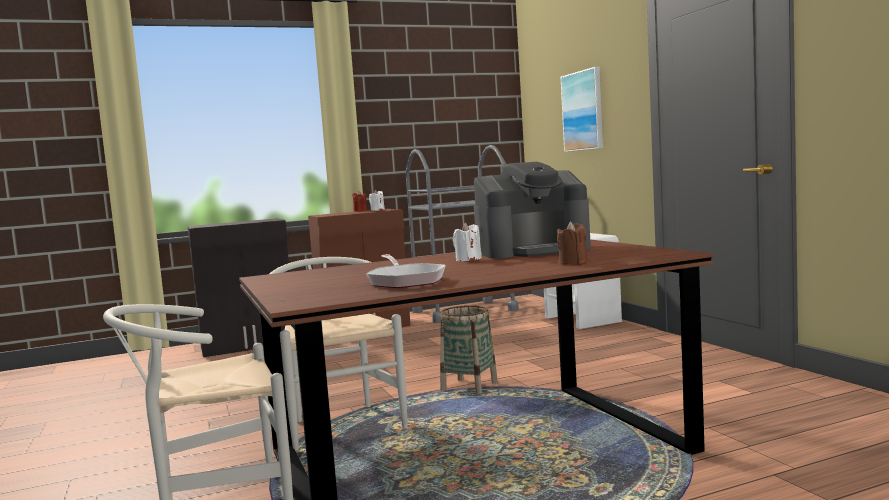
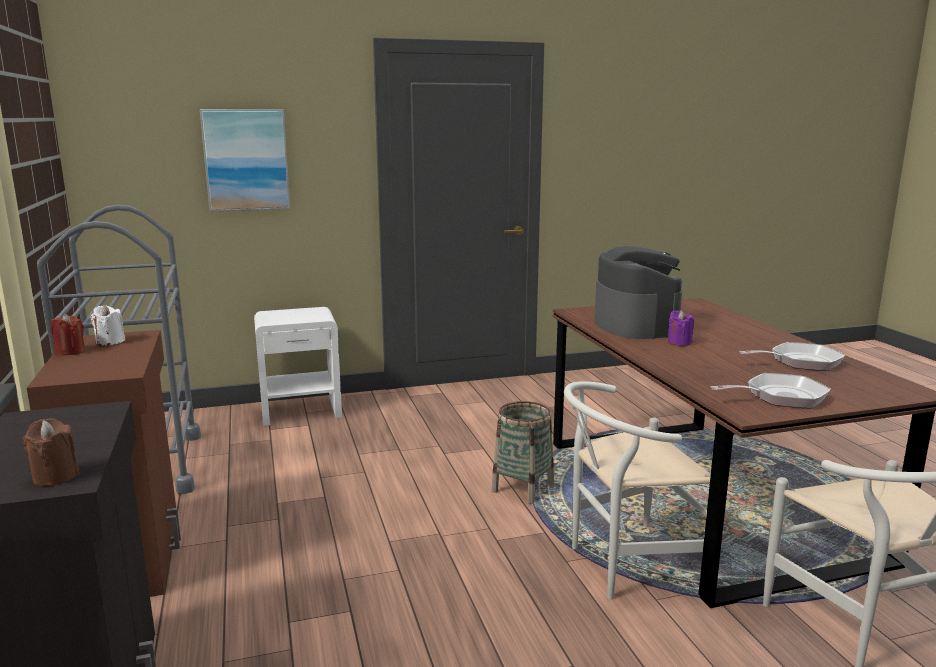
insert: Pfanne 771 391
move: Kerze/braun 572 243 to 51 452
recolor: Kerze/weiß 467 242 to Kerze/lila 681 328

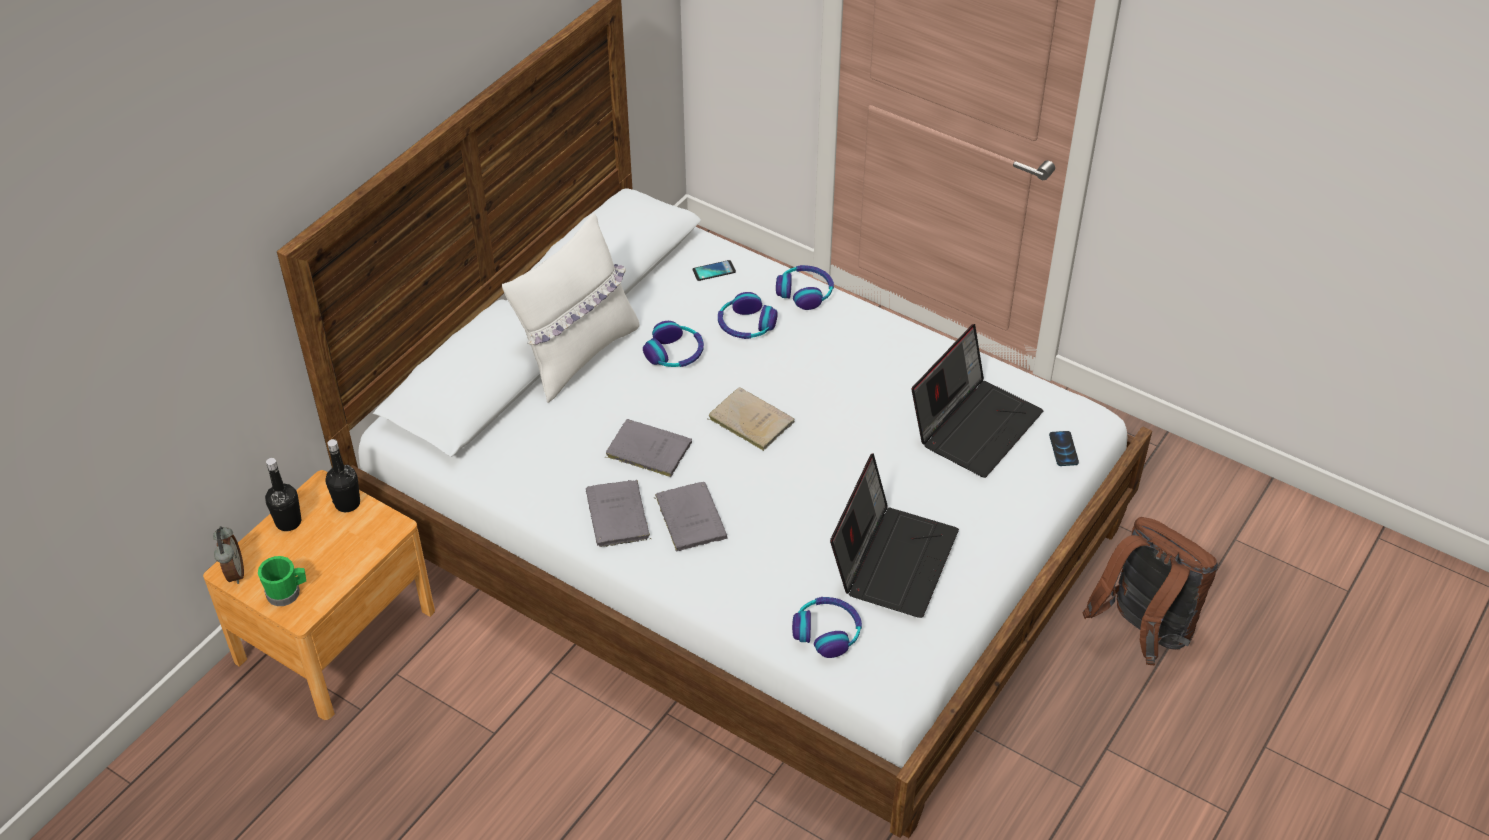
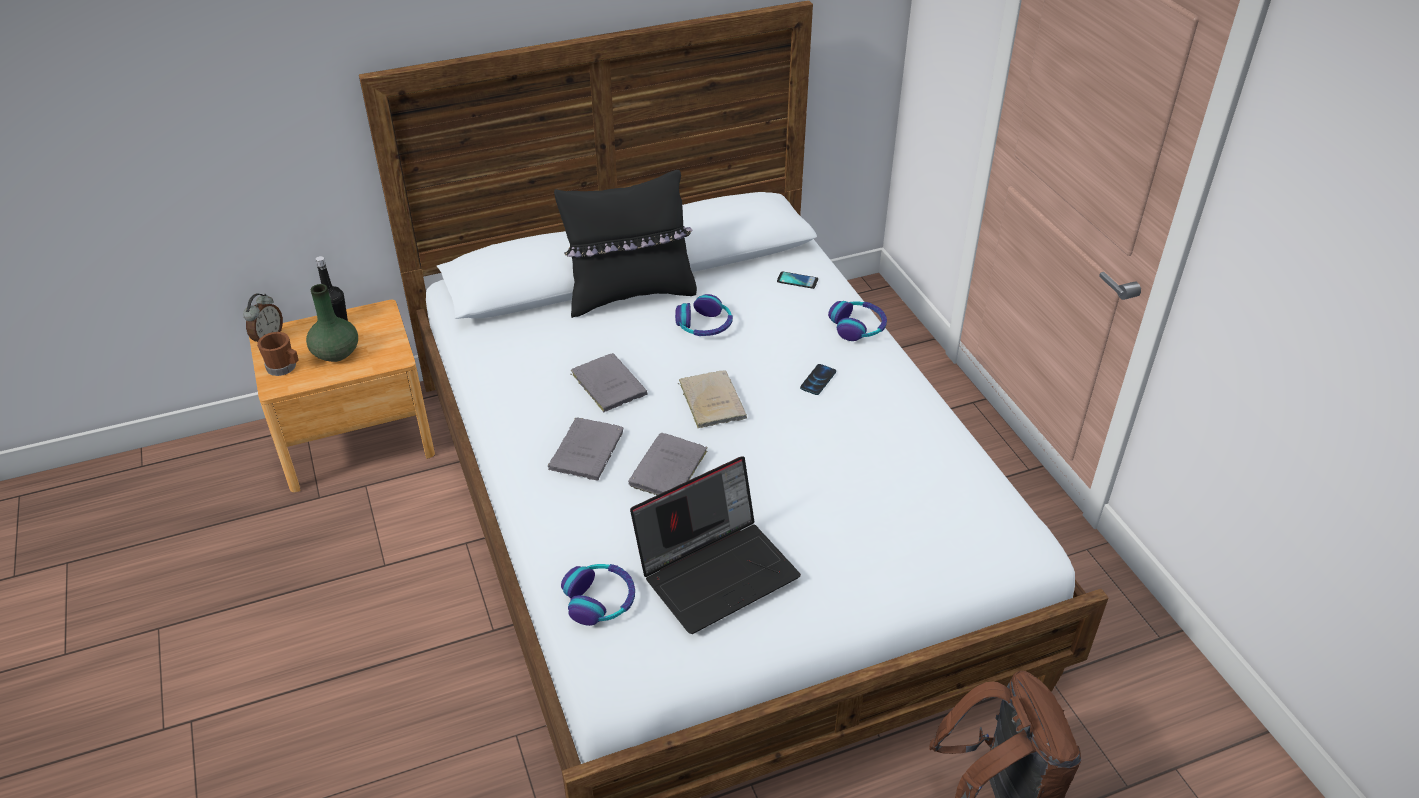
delete: Kopfhörer 748 315; Laptop 977 401; Flasche/schwarz 342 475
insert: Vase/grün 332 323
move: Handy 1064 448 to 818 379; Buch/grau 618 513 to 667 464
recolor: Kissen/weiß 570 308 to Kissen/schwarz 625 244; Henkelbecher/grün 282 581 to Henkelbecher/braun 277 354

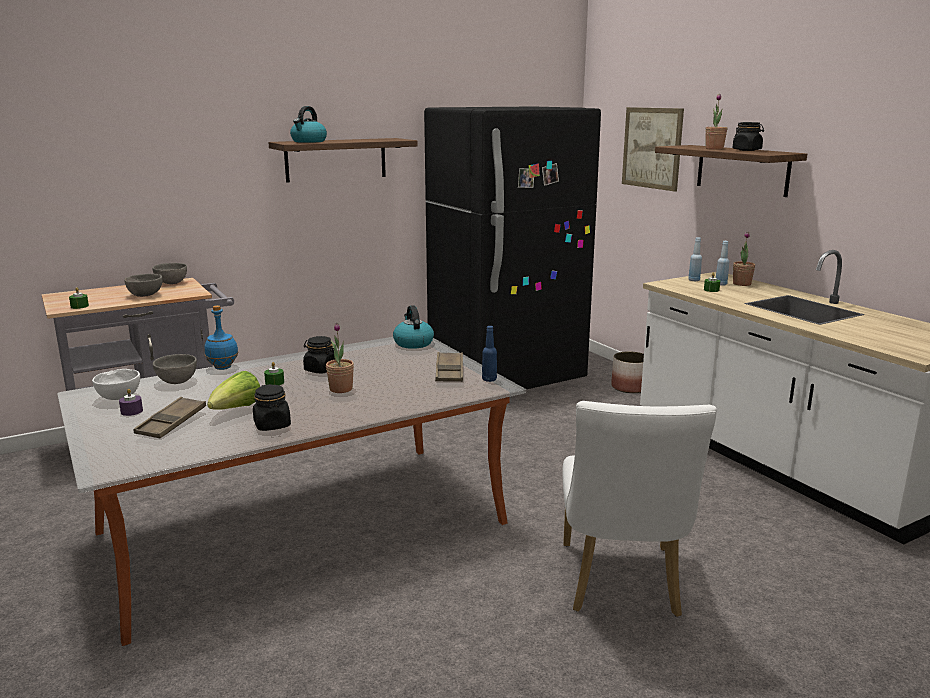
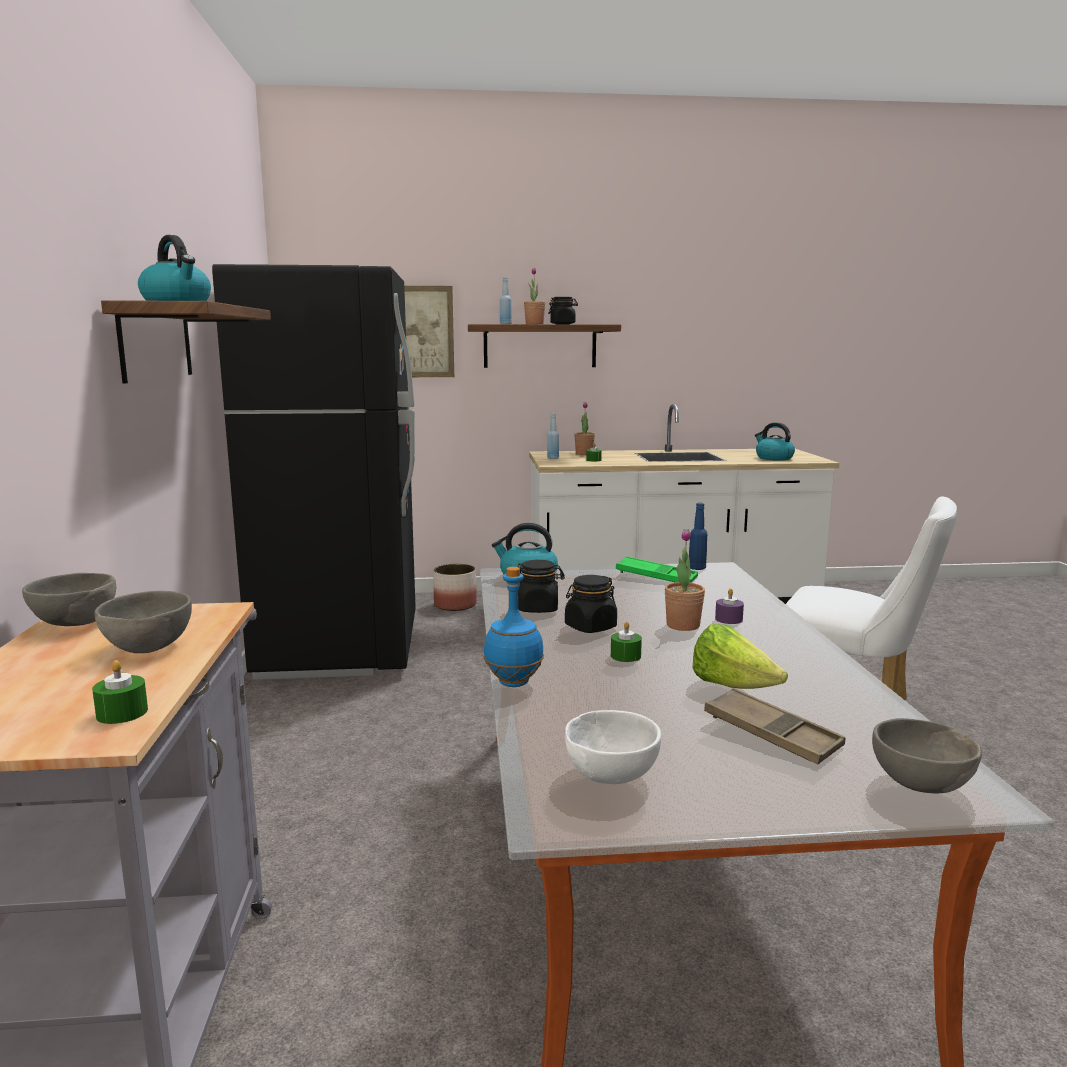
insert: Wasserkessel 775 441
move: Flasche/blau 722 263 to 506 300; Schüssel/grau 175 369 to 927 755; Vorratsglas/schwarz 272 407 to 541 586; Kerze/lila 131 402 to 729 606
recolor: Tablett/braun 449 367 to Tablett/grün 657 569

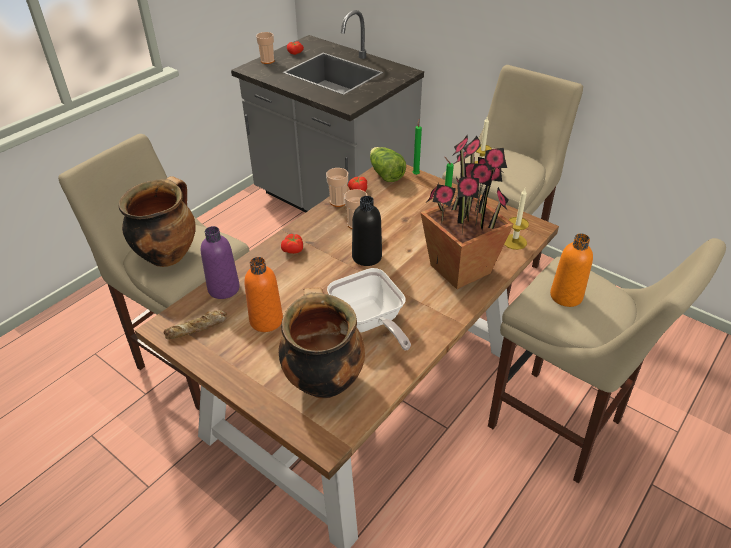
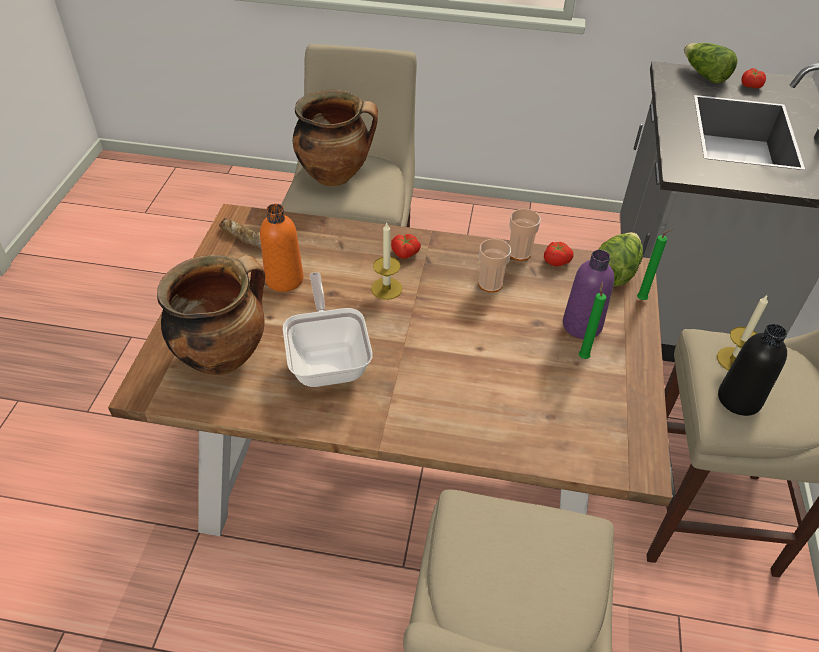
delete: Topfpflanze 467 212; Flasche/orange 571 270
move: Kerze 516 219 to 387 261; Flasche/schwarz 367 231 to 752 370; Flasche/lila 220 262 to 588 294
replace: Tasse 265 48 to Salatkopf 710 63
rotate: Pfanne 369 309 = 327 329 135 degrees clockwise

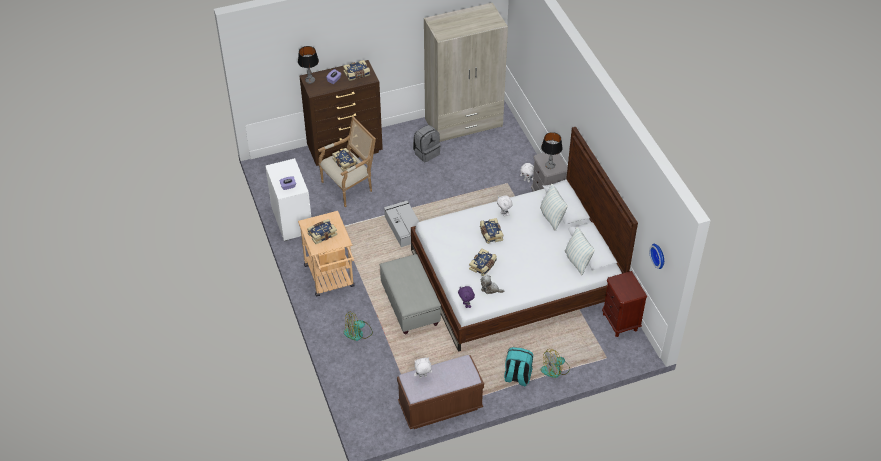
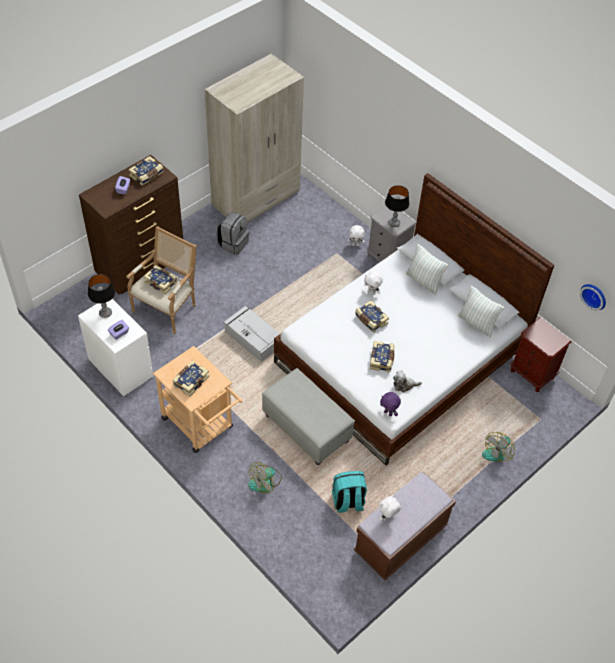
move: Tischlampe 308 65 to 101 296; Rucksack/türkis 518 366 to 349 492

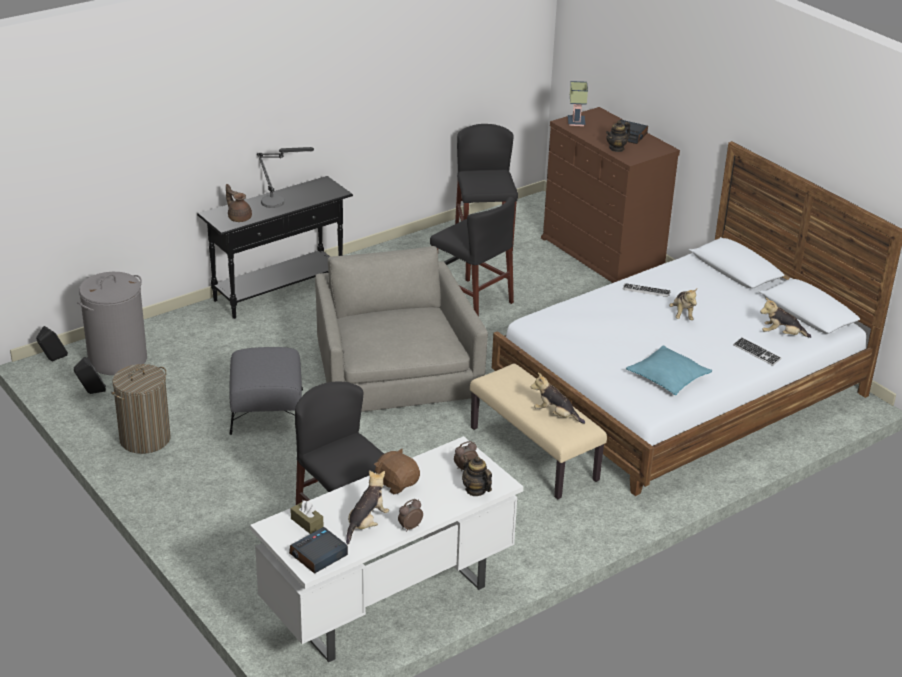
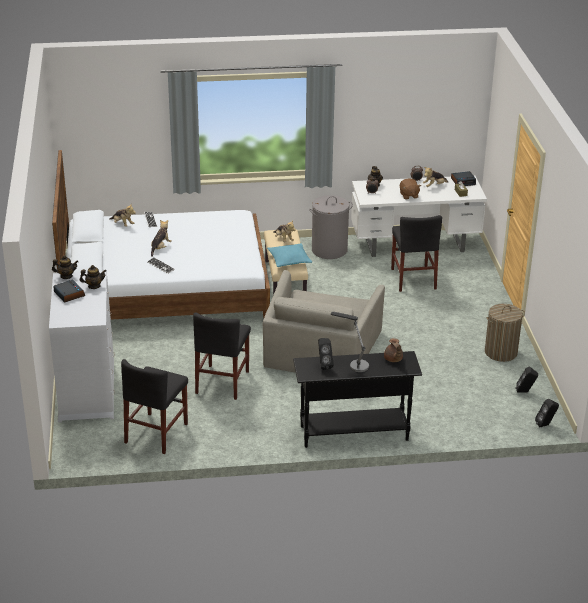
delete: Tischlampe 578 103; Polsterhocker/grau 266 391
insert: Teekanne 65 267; Lautsprecher/schwarz 326 354
move: Wäschekorb/grau 112 323 to 331 227; Kissen/türkis 669 370 to 289 255
recolor: Kommode/braun 610 195 to Kommode/weiß 82 347
rotate: Stuhl/schwarz 472 257 = 222 356 150 degrees counterclockwise

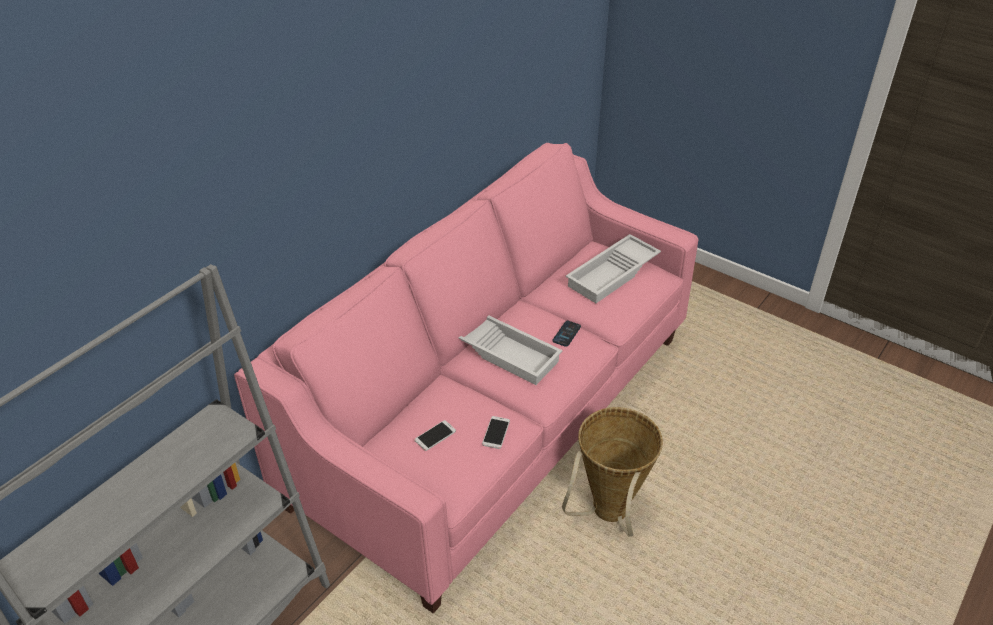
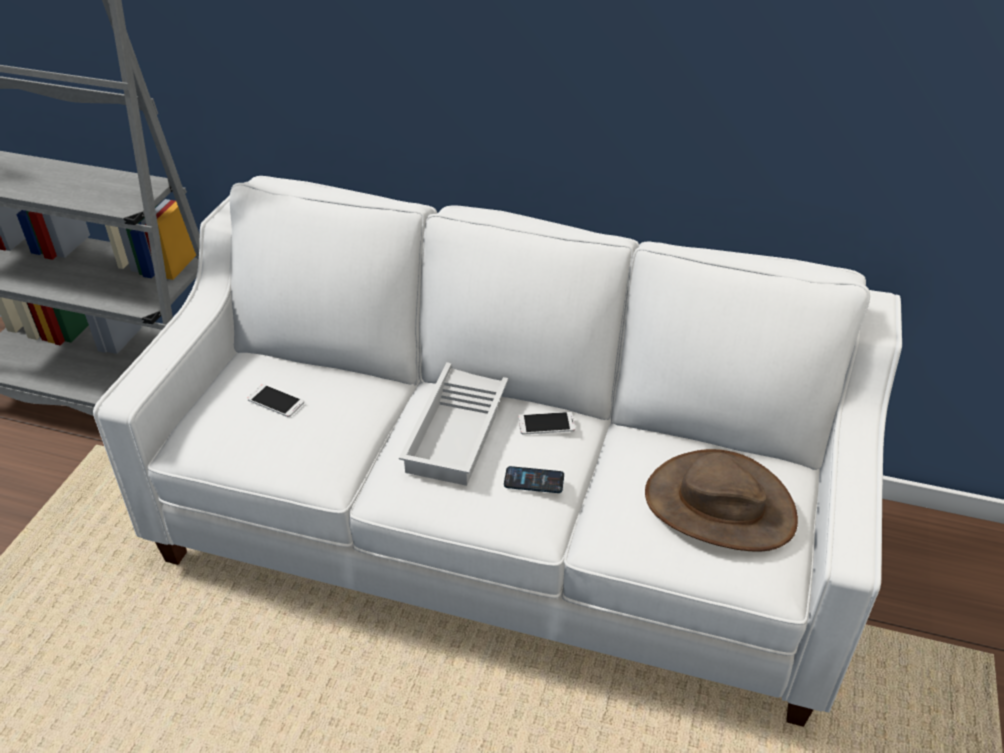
delete: Korb 612 472
move: Handy 496 432 to 547 423
replace: Tablett/weiß 613 268 to Hut/braun 721 500
recolor: Sofa/rosa 466 378 to Sofa/weiß 497 451

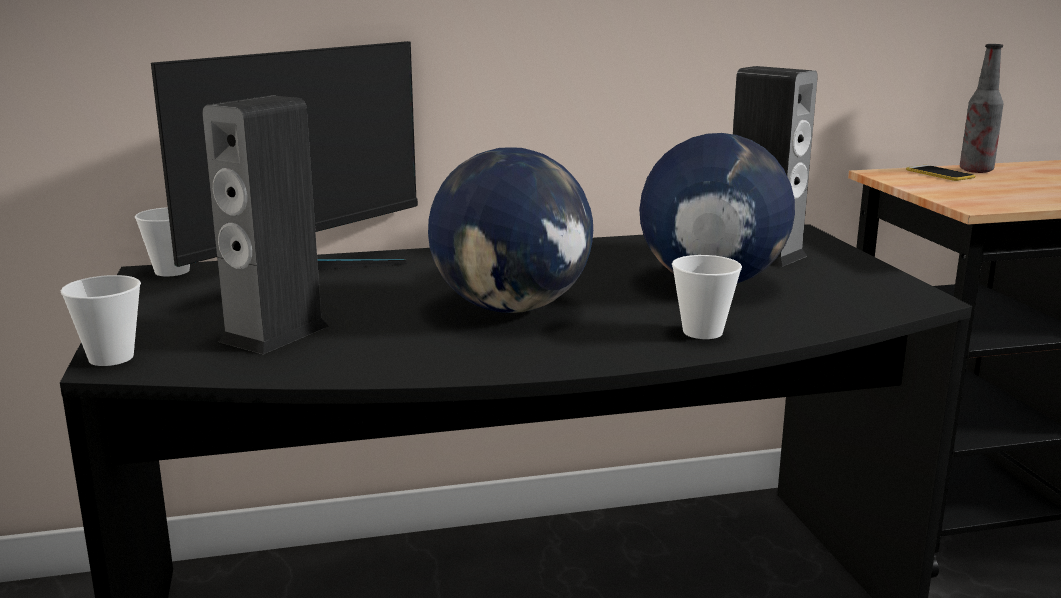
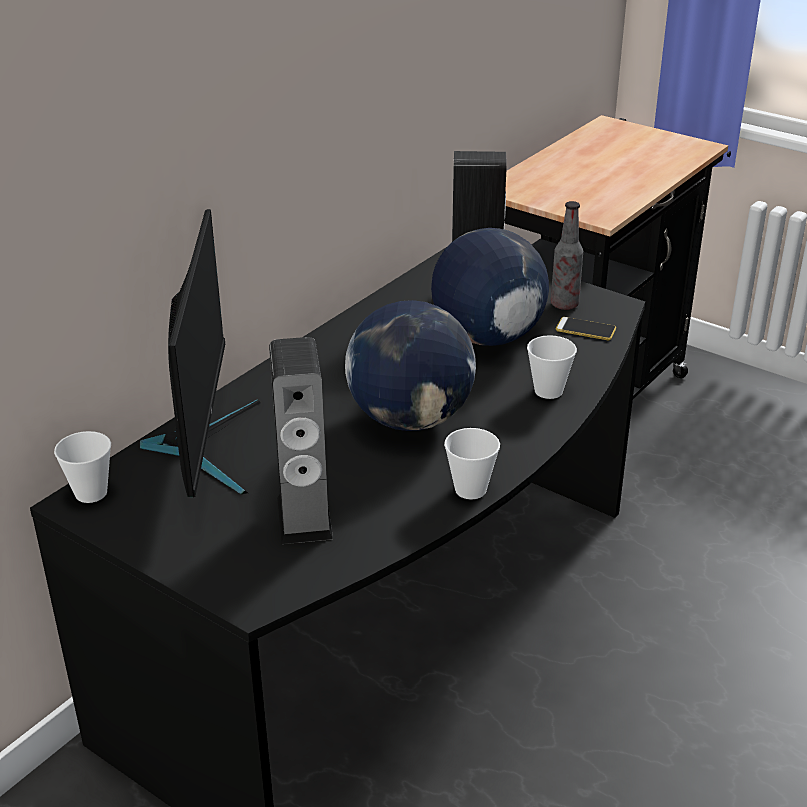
move: Flasche 982 108 to 567 255; Handy 940 173 to 586 328; Tasse 101 320 to 472 464

